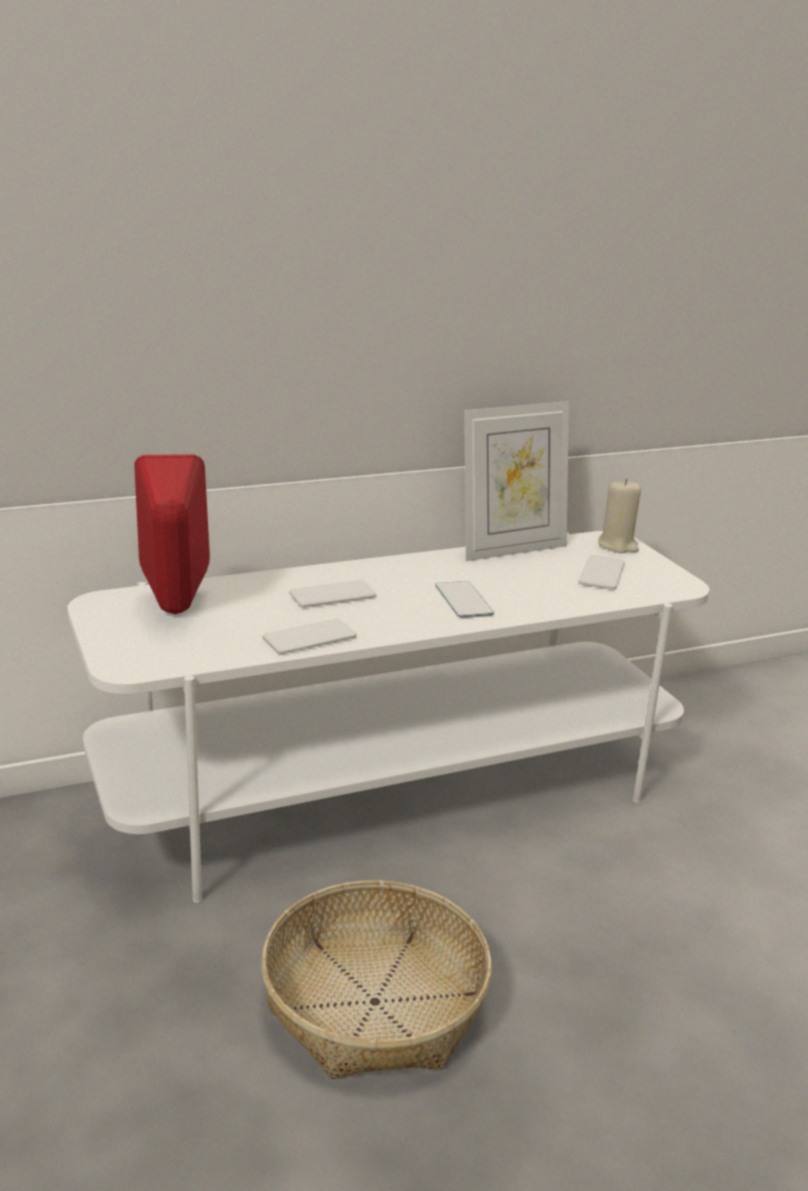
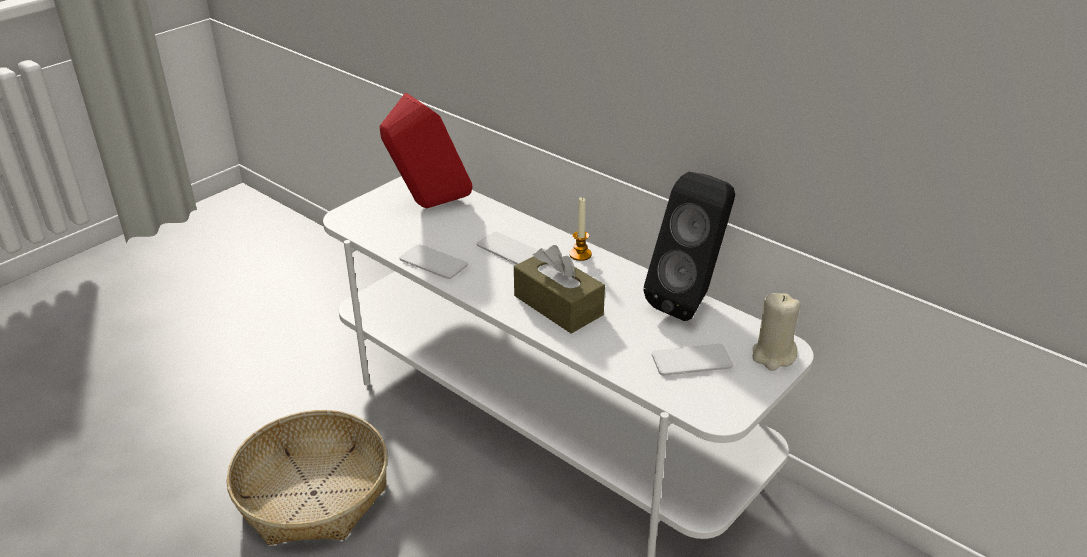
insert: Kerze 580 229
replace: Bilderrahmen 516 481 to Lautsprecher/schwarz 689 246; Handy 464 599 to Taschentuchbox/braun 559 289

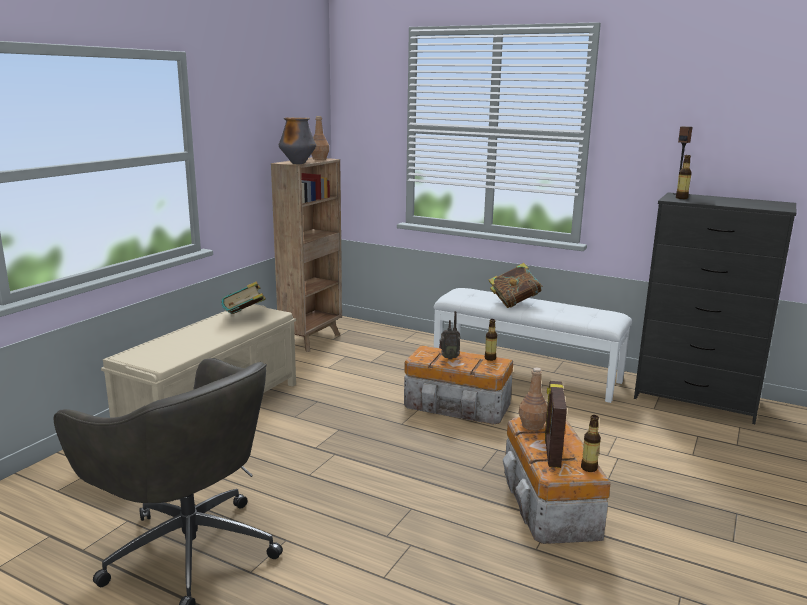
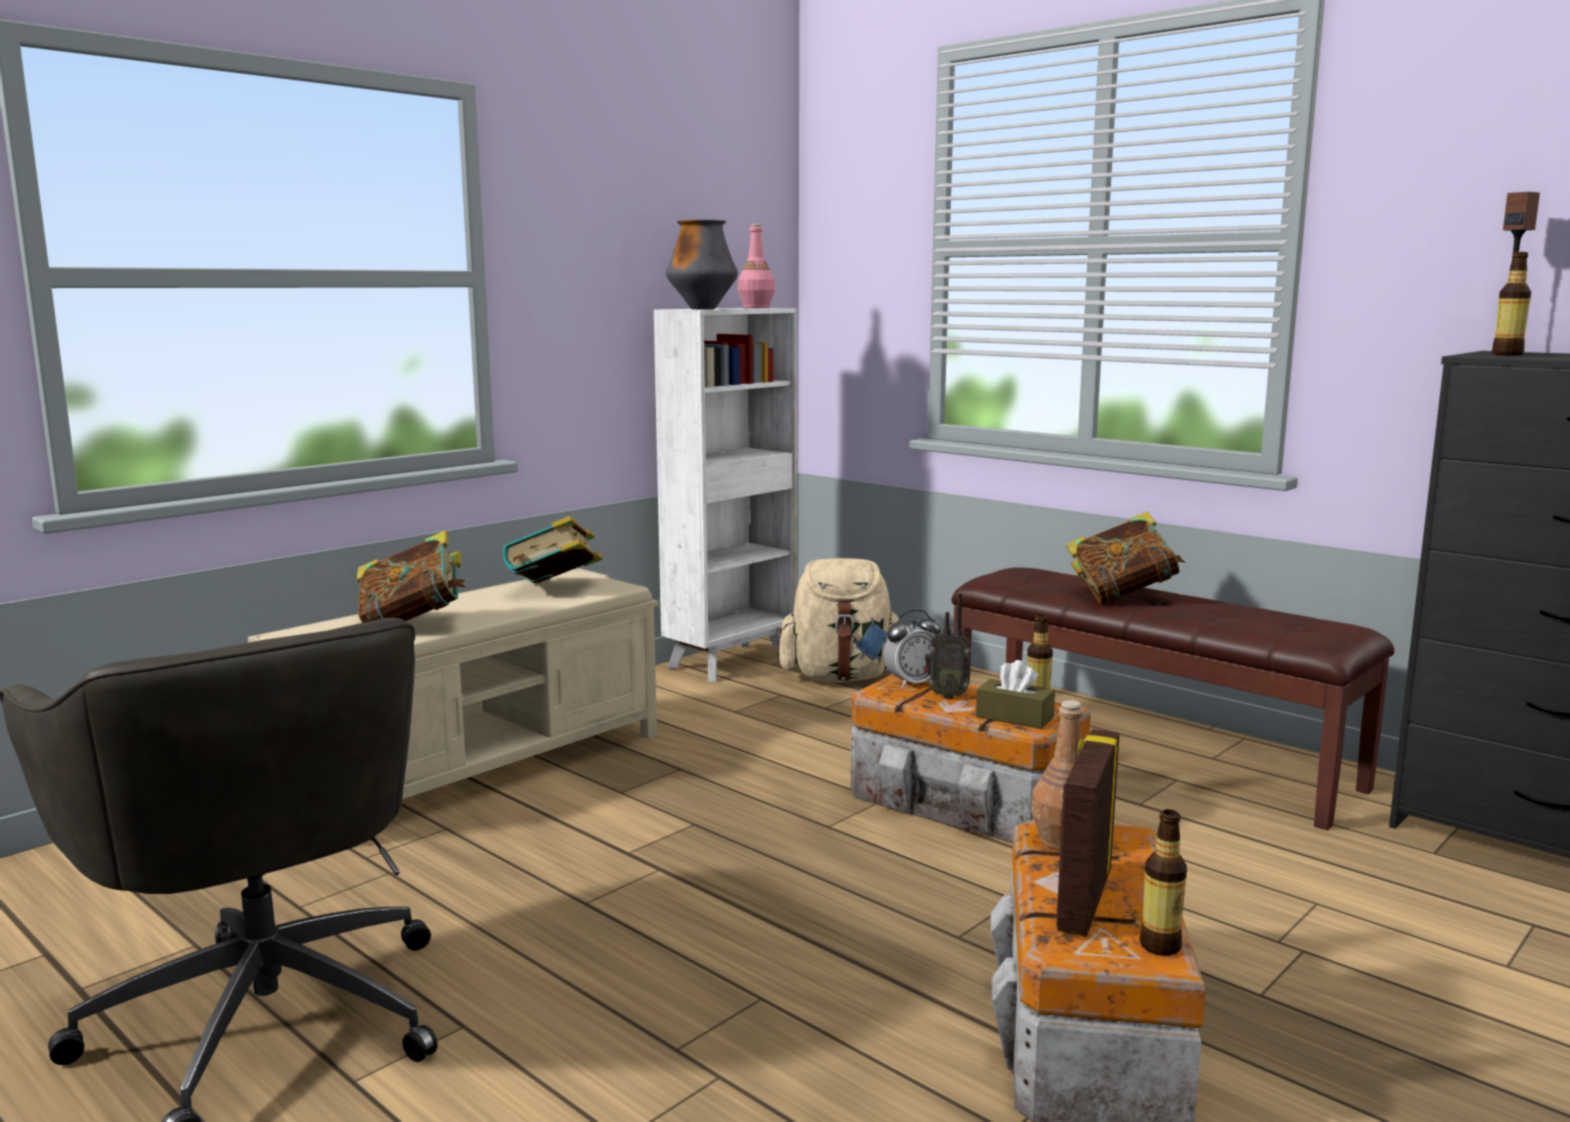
insert: Buch 411 577; Rucksack/beige 838 620; Wecker 912 648; Taschentuchbox/braun 1015 694
recolor: Flasche/braun 320 138 to Flasche/rosa 756 266; Bücherregal/braun 306 254 to Bücherregal/weiß 725 495; Bank/weiß 533 345 to Bank/braun 1172 698

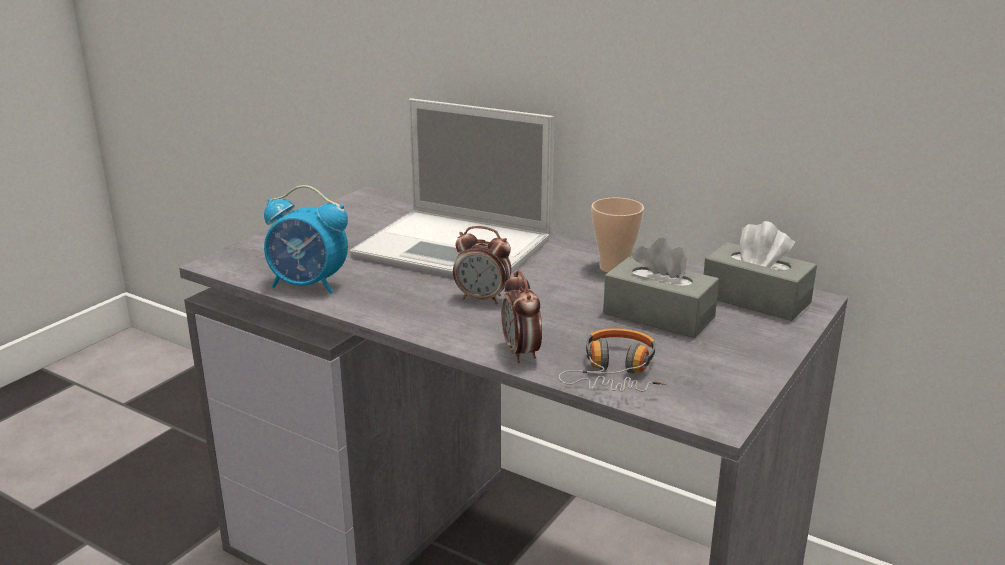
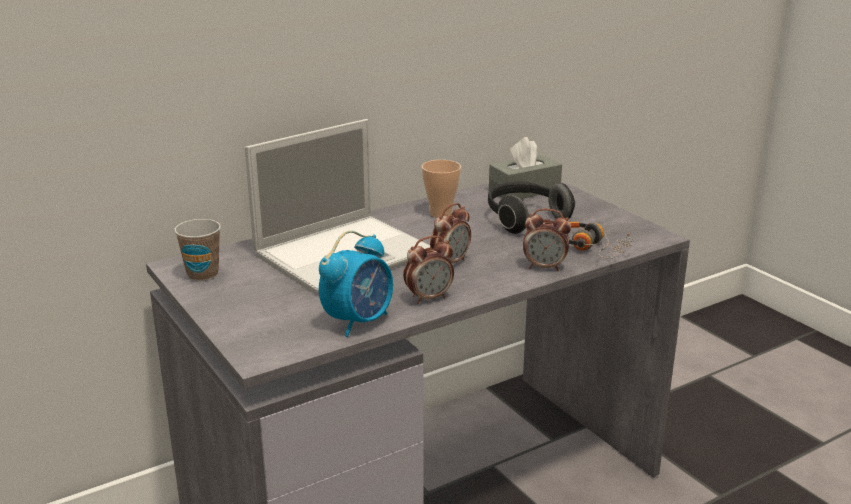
insert: Tasse 197 250; Wecker 428 270
replace: Taschentuchbox/grau 661 288 to Kopfhörer 531 208

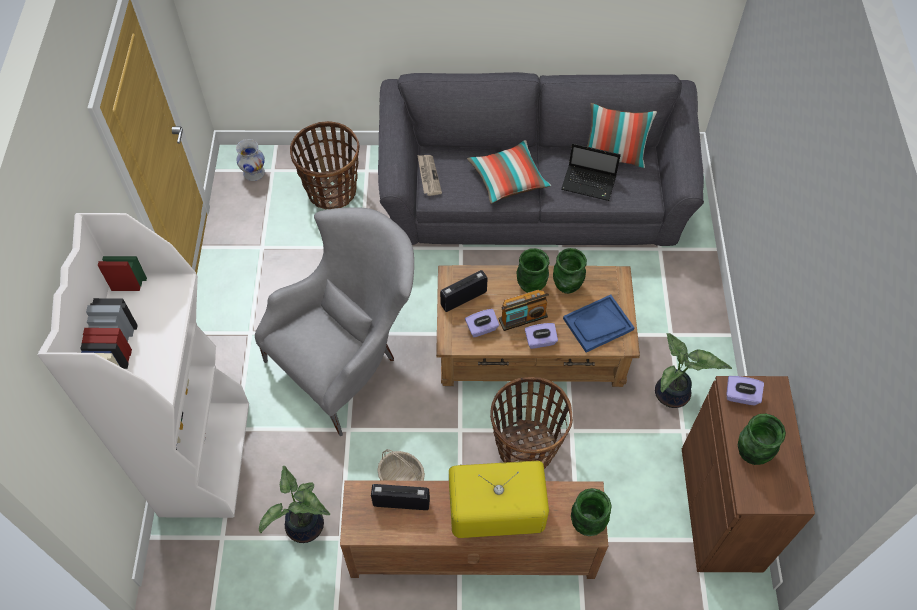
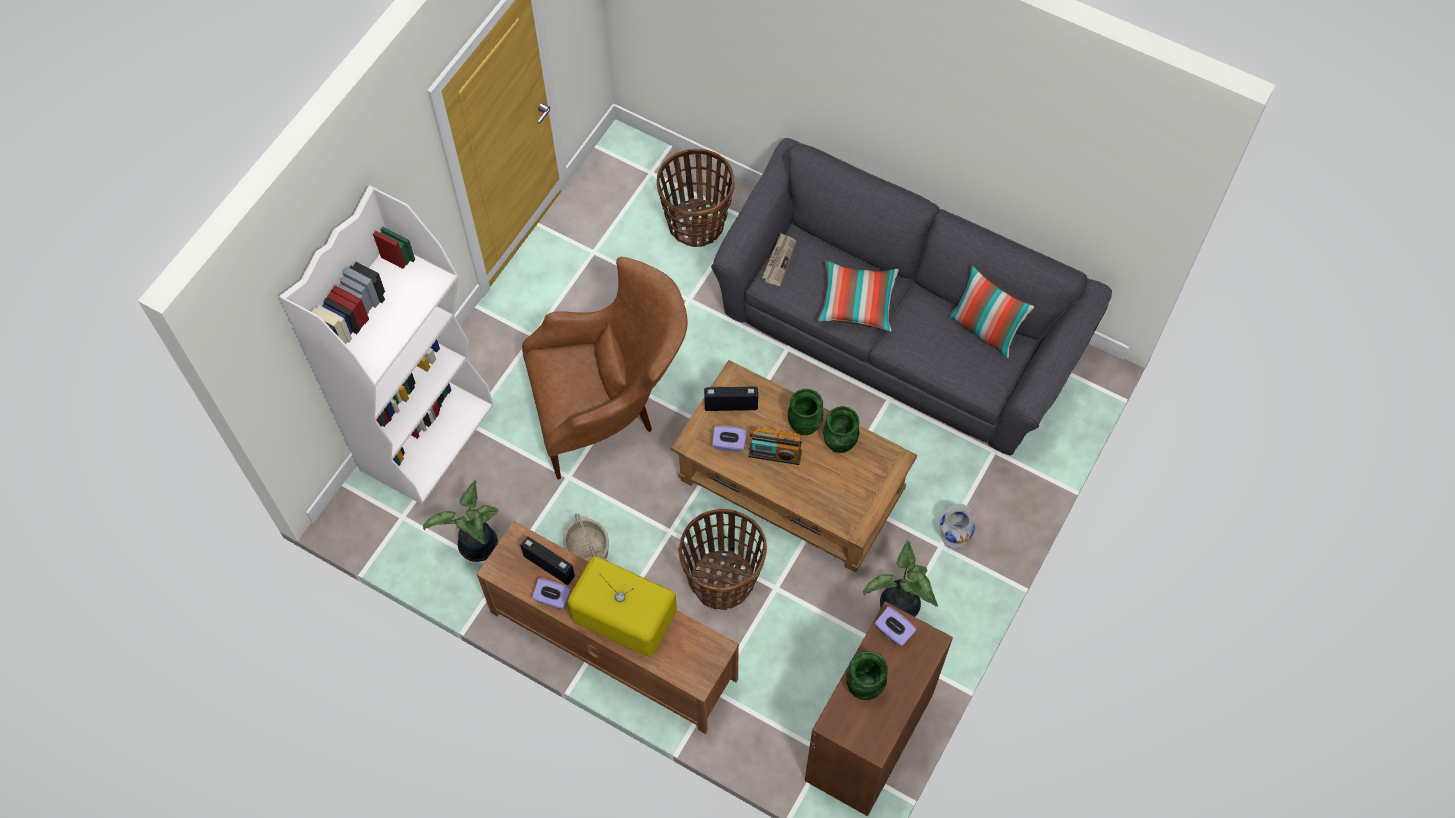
delete: Laptop 591 172; Tablett/blau 599 323; Vase/grün 591 512
move: Vase/weiß 250 160 to 957 526; Taschentuchbox/lila 541 336 to 551 594
recolor: Sessel/grau 334 321 to Sessel/braun 605 368

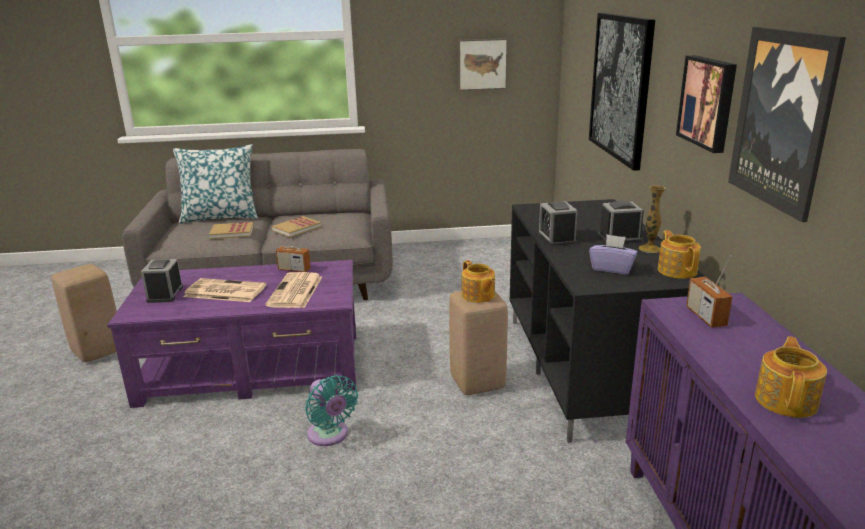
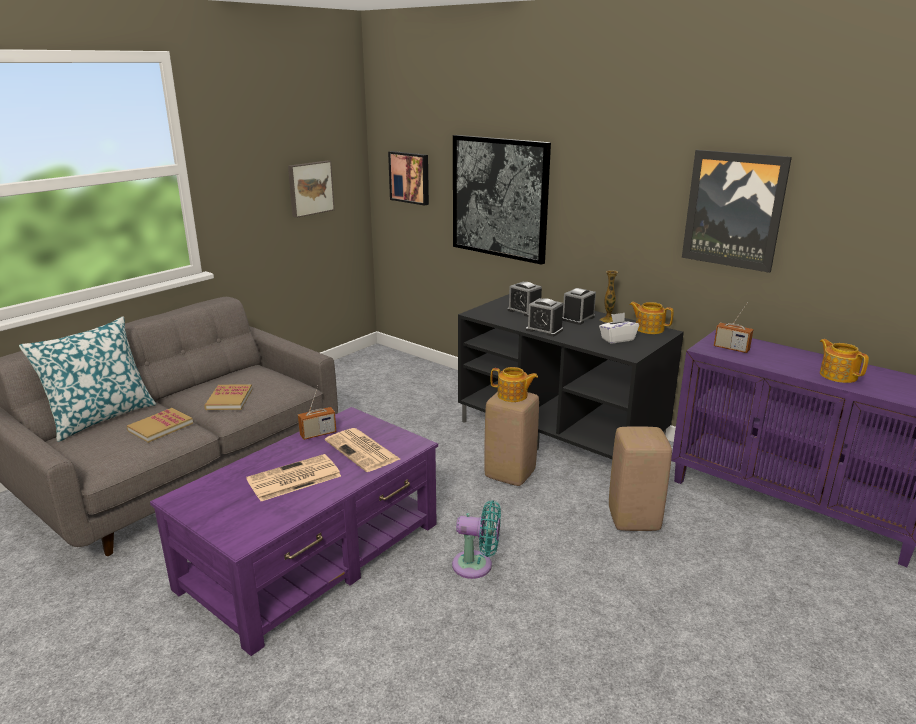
move: Bild 706 104 to 408 178; Wecker 162 281 to 524 299; Hocker/beige 84 313 to 640 479
recolor: Taschentuchbox/lila 613 254 to Taschentuchbox/weiß 619 328

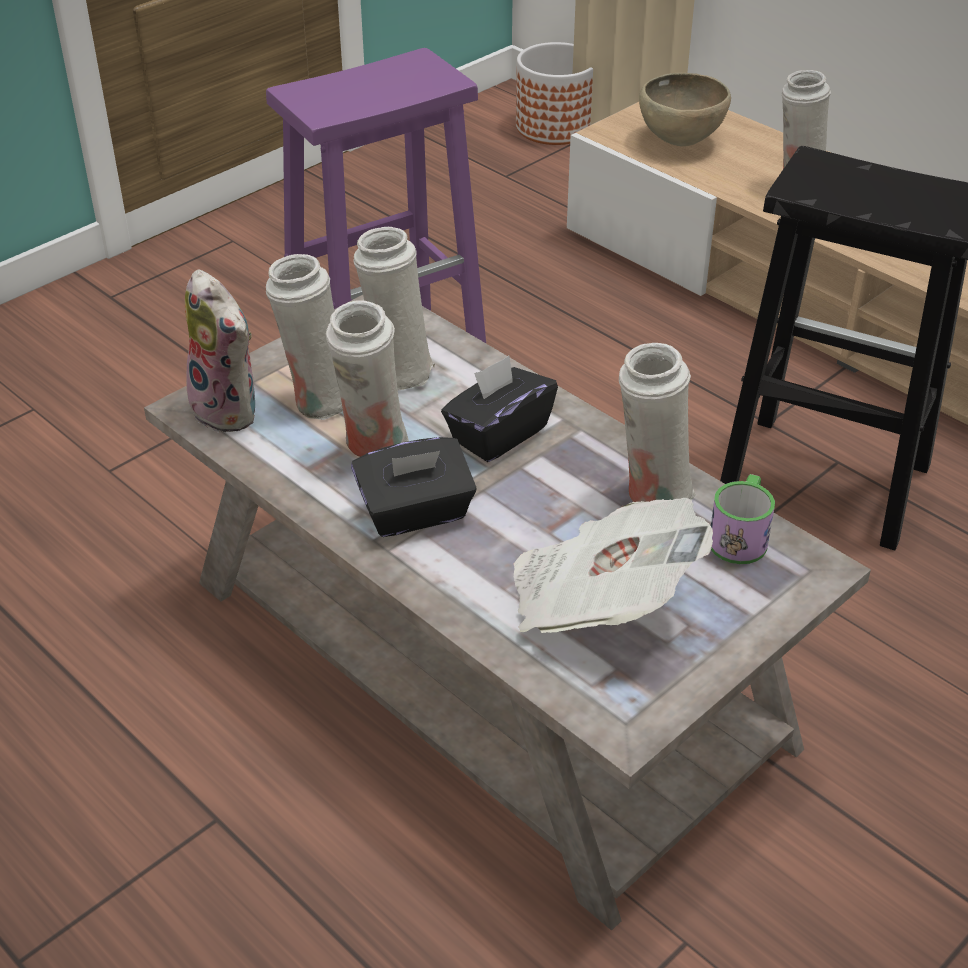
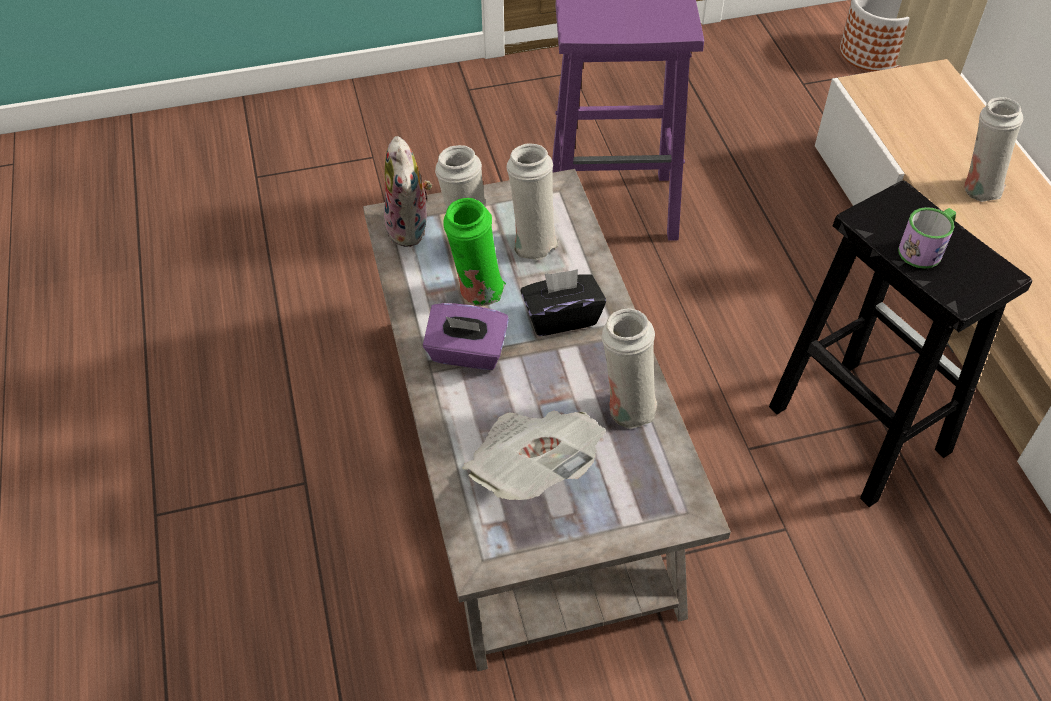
delete: Schüssel/braun 685 110
move: Henkelbecher 743 519 to 927 238
recolor: Vase/weiß 367 378 to Vase/grün 474 252; Taschentuchbox/schwarz 414 487 to Taschentuchbox/lila 466 336

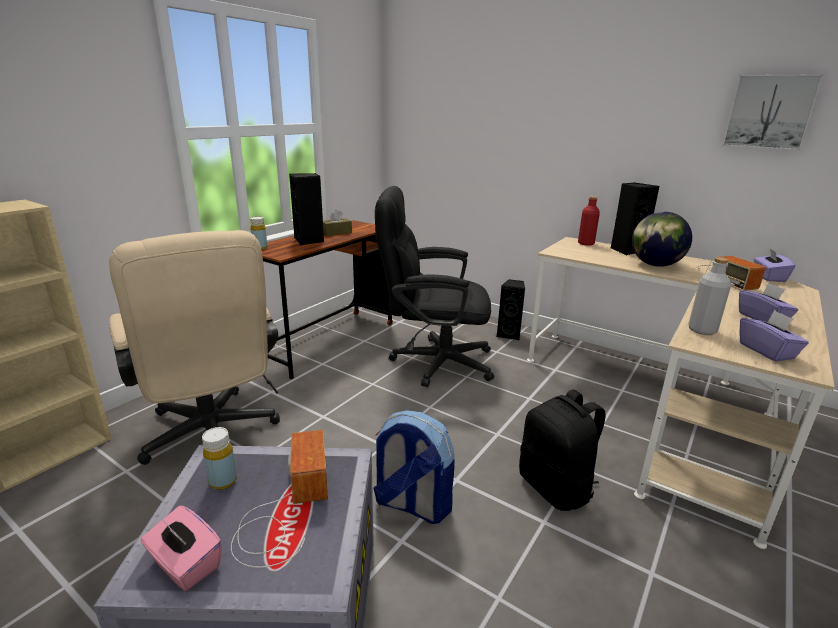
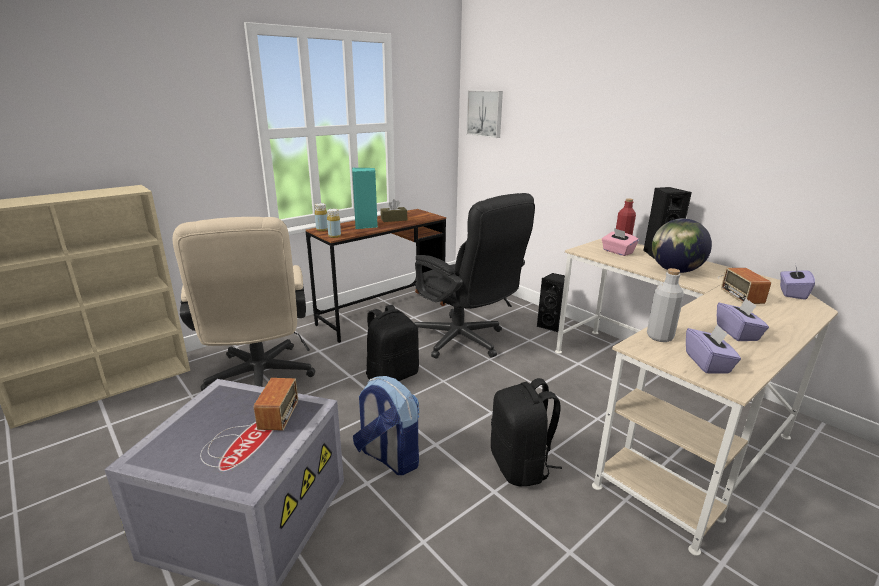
insert: Rucksack/schwarz 392 343
move: Bild 772 112 to 484 114; Flasche/gelb 219 458 to 334 223; Taschentuchbox/rosa 181 548 to 620 242
recolor: Lautsprecher/schwarz 306 209 to Lautsprecher/türkis 365 198
rotate: Bürostuhl/schwarz 434 286 = 474 276 150 degrees counterclockwise

